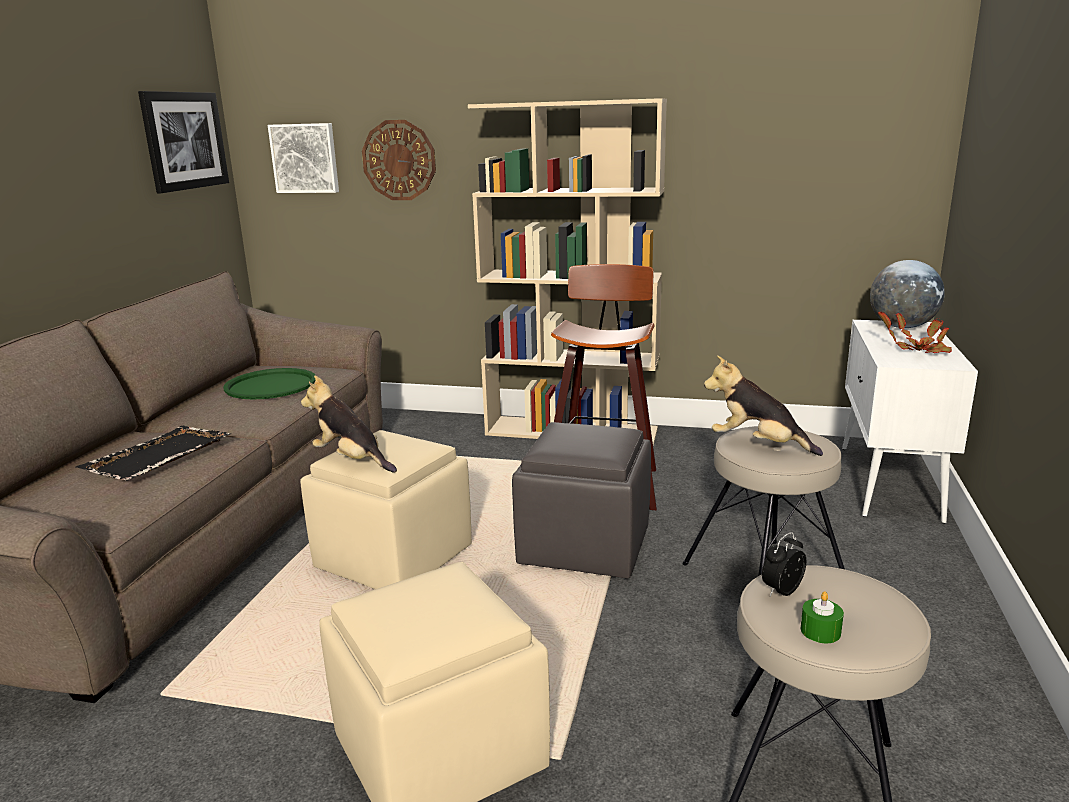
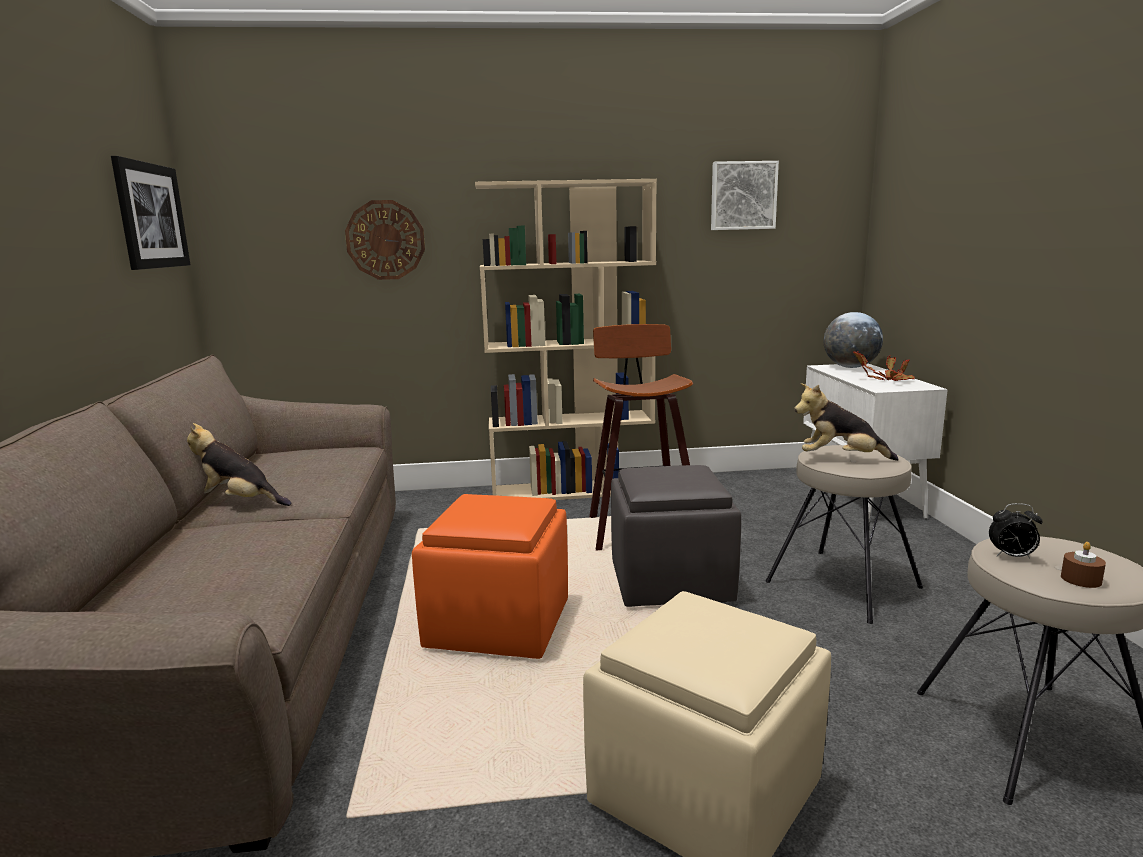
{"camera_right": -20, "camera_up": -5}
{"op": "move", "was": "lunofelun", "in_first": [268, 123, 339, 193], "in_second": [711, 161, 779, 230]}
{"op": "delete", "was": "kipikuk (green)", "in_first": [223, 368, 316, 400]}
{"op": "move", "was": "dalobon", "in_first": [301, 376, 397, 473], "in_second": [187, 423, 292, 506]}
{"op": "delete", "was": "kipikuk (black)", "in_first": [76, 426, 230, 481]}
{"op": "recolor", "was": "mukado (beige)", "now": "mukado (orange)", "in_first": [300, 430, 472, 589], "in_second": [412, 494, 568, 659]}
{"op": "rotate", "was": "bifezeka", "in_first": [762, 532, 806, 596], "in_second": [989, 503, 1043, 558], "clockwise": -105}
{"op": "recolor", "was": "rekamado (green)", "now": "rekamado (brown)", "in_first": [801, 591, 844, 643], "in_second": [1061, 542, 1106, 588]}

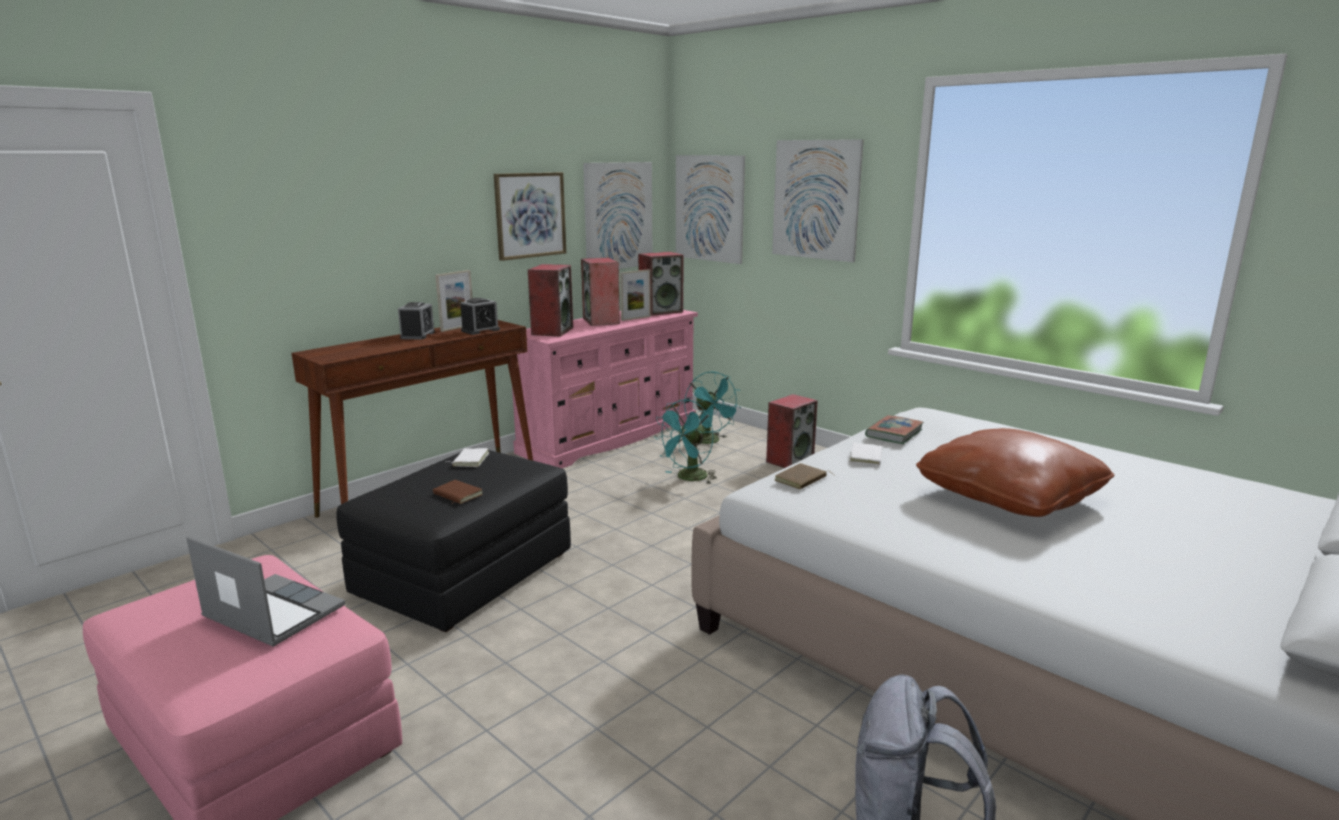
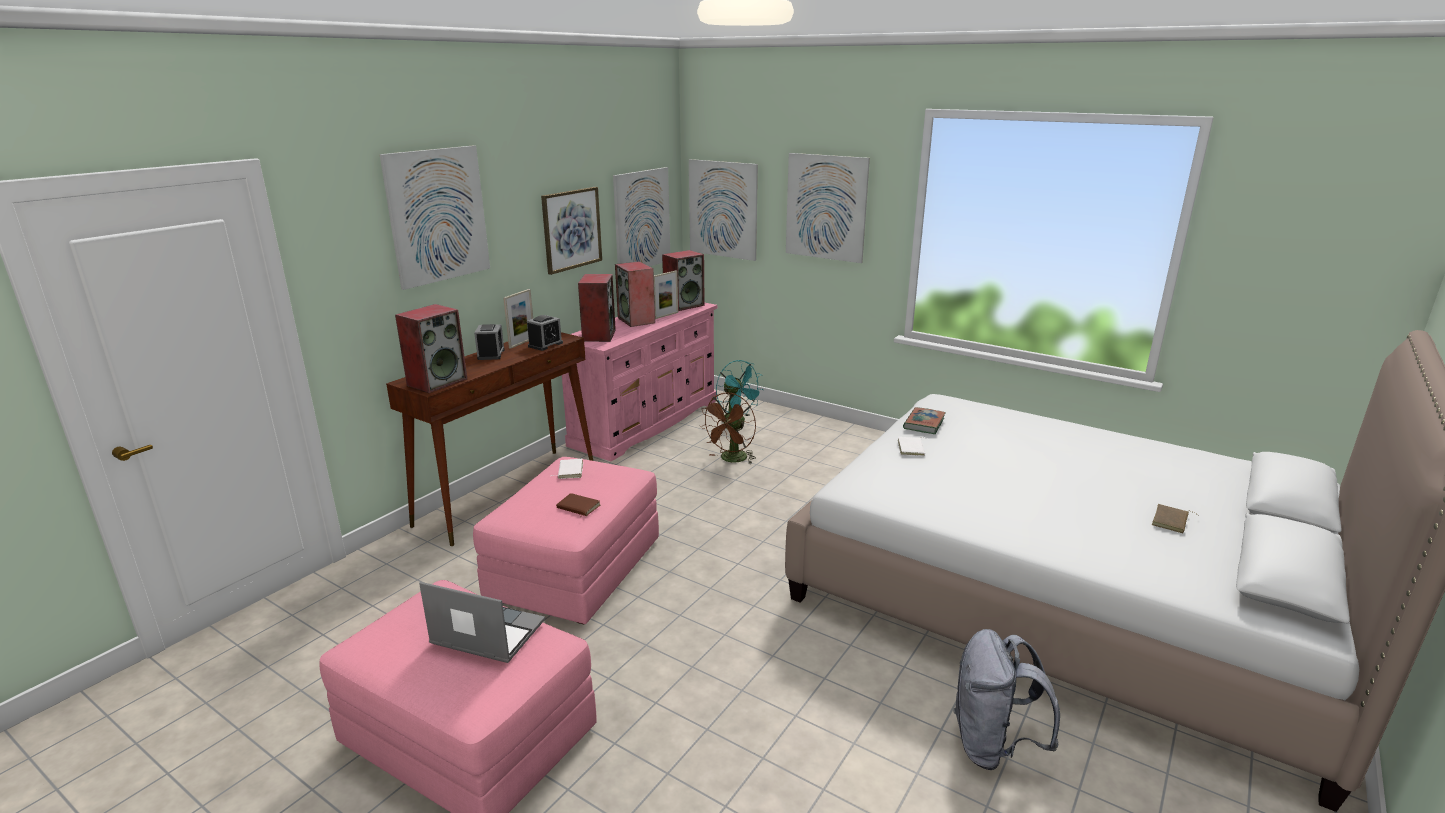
{"camera_right": -10, "camera_up": 5}
{"op": "move", "was": "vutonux", "in_first": [766, 394, 818, 468], "in_second": [395, 304, 467, 393]}
{"op": "recolor", "was": "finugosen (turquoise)", "now": "finugosen (brown)", "in_first": [654, 399, 717, 483], "in_second": [700, 392, 756, 464]}
{"op": "delete", "was": "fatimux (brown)", "in_first": [916, 428, 1115, 517]}
{"op": "recolor", "was": "mukado (black)", "now": "mukado (pink)", "in_first": [336, 450, 571, 632], "in_second": [473, 457, 659, 624]}
{"op": "move", "was": "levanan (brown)", "in_first": [775, 463, 835, 489], "in_second": [1152, 504, 1199, 533]}
{"op": "insert", "now": "lunofelun", "in_second": [380, 145, 490, 290]}

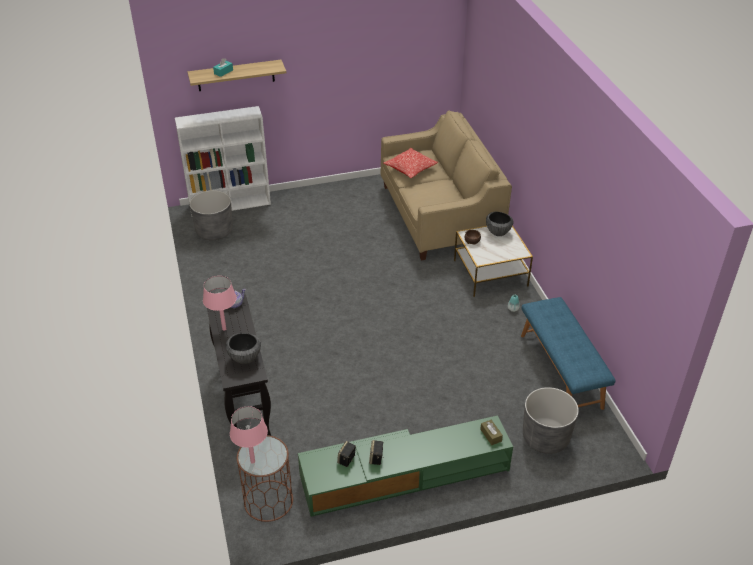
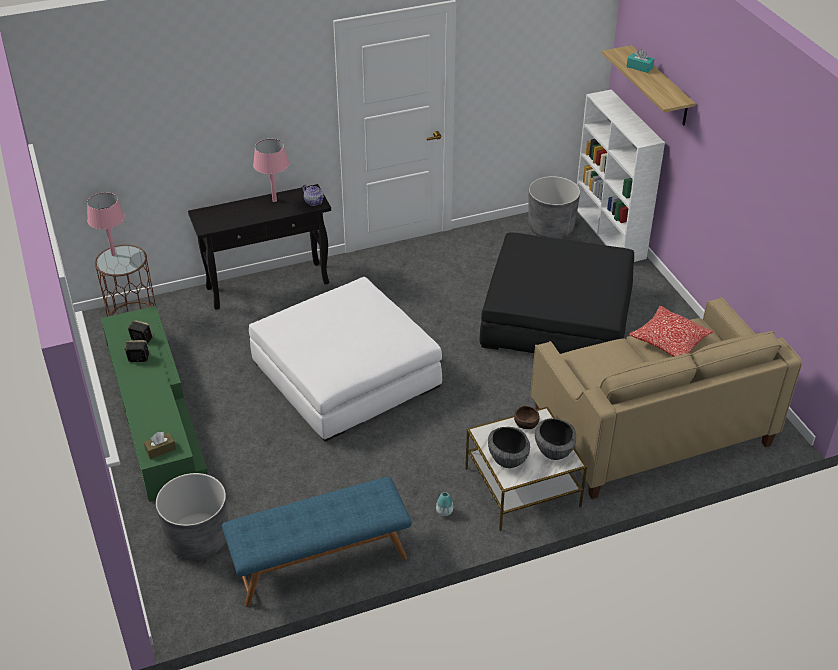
{"camera_right": 85, "camera_up": 0}
{"op": "move", "was": "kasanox", "in_first": [226, 333, 261, 364], "in_second": [488, 427, 530, 468]}
{"op": "insert", "now": "mukado (black)", "in_second": [480, 233, 634, 354]}
{"op": "insert", "now": "mukado (white)", "in_second": [249, 277, 442, 442]}

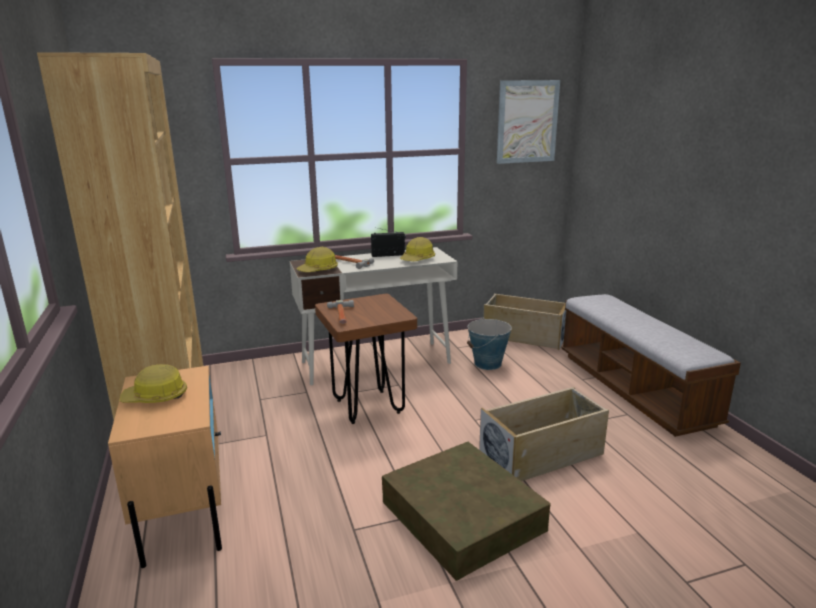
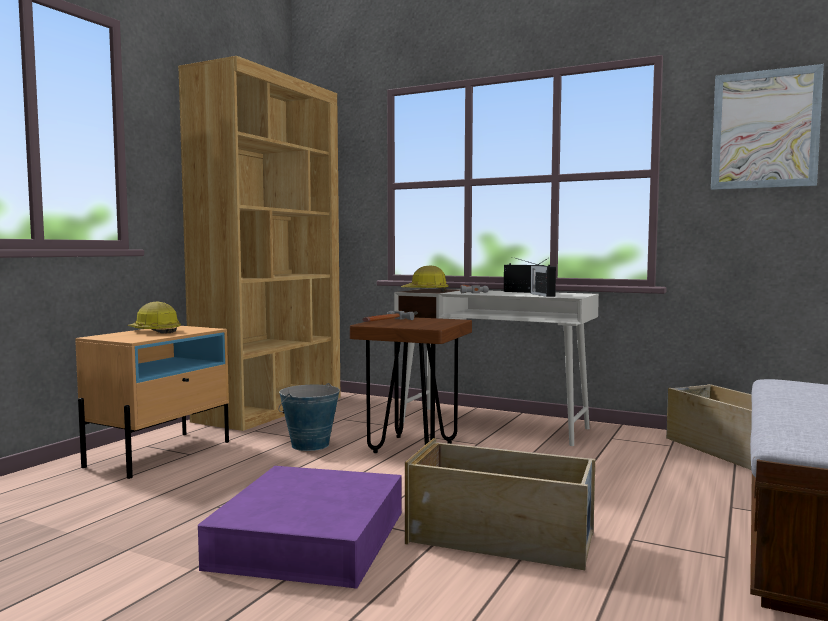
{"camera_right": 45, "camera_up": -15}
{"op": "replace", "was": "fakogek", "now": "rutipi", "in_first": [400, 237, 435, 261], "in_second": [531, 259, 556, 297]}
{"op": "move", "was": "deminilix", "in_first": [467, 317, 512, 370], "in_second": [278, 383, 340, 451]}
{"op": "recolor", "was": "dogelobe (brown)", "now": "dogelobe (purple)", "in_first": [382, 442, 551, 581], "in_second": [198, 466, 402, 589]}

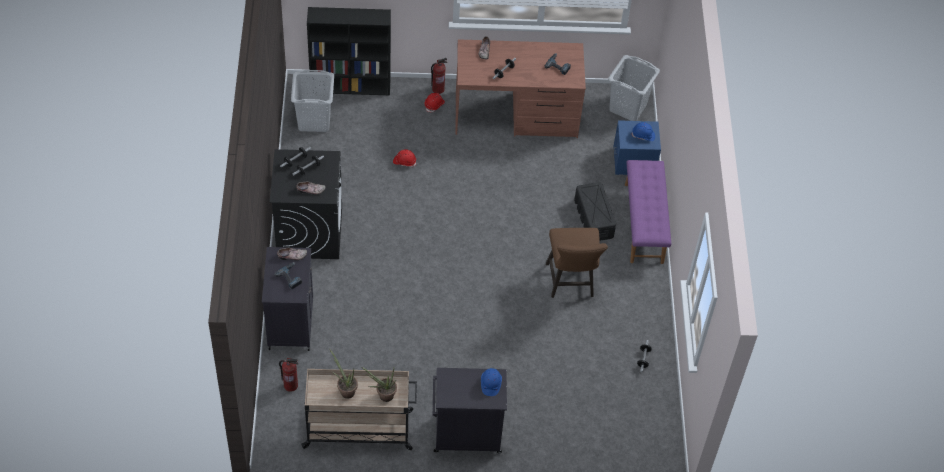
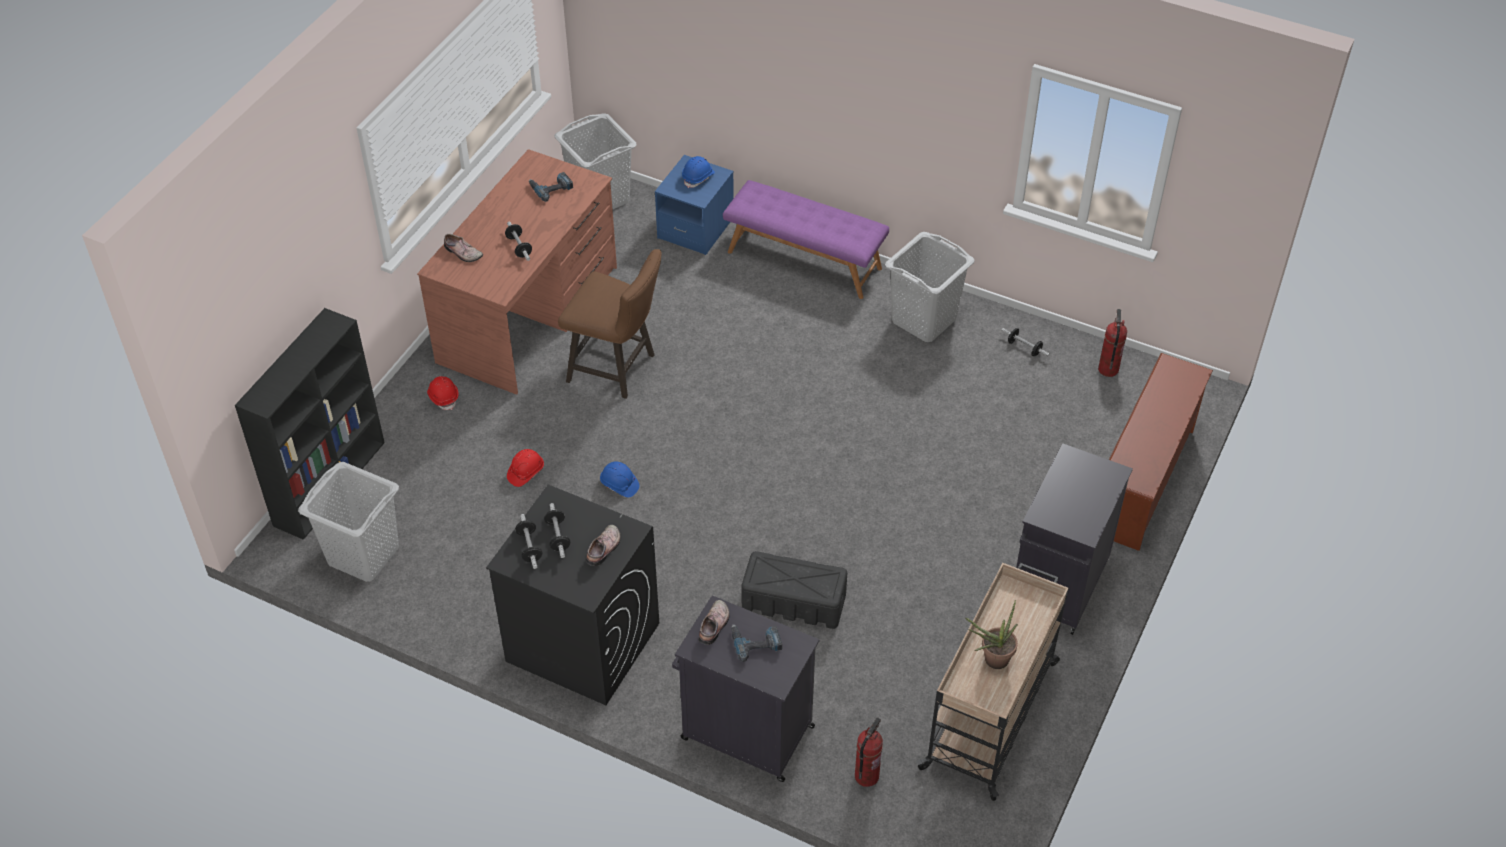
{"camera_right": -60, "camera_up": -5}
{"op": "move", "was": "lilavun", "in_first": [431, 58, 447, 94], "in_second": [1098, 309, 1127, 377]}
{"op": "move", "was": "dogelobe (black)", "in_first": [574, 182, 616, 241], "in_second": [741, 551, 847, 629]}
{"op": "move", "was": "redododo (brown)", "in_first": [546, 228, 608, 298], "in_second": [558, 249, 662, 399]}
{"op": "delete", "was": "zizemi", "in_first": [361, 367, 397, 402]}
{"op": "move", "was": "fakogek (blue)", "in_first": [481, 368, 502, 396], "in_second": [600, 461, 639, 497]}
{"op": "insert", "now": "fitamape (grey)", "in_second": [885, 232, 975, 342]}
{"op": "insert", "now": "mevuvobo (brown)", "in_second": [1109, 353, 1213, 551]}

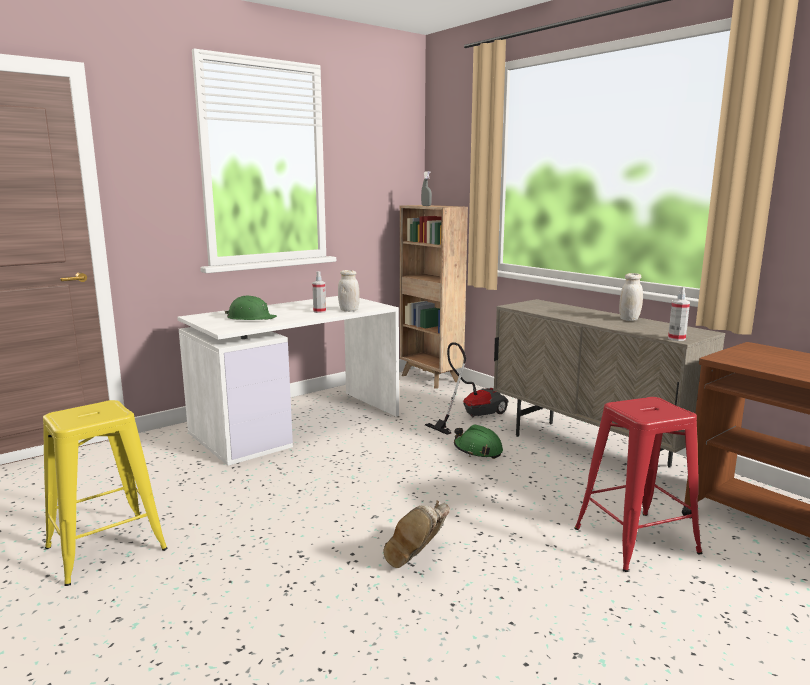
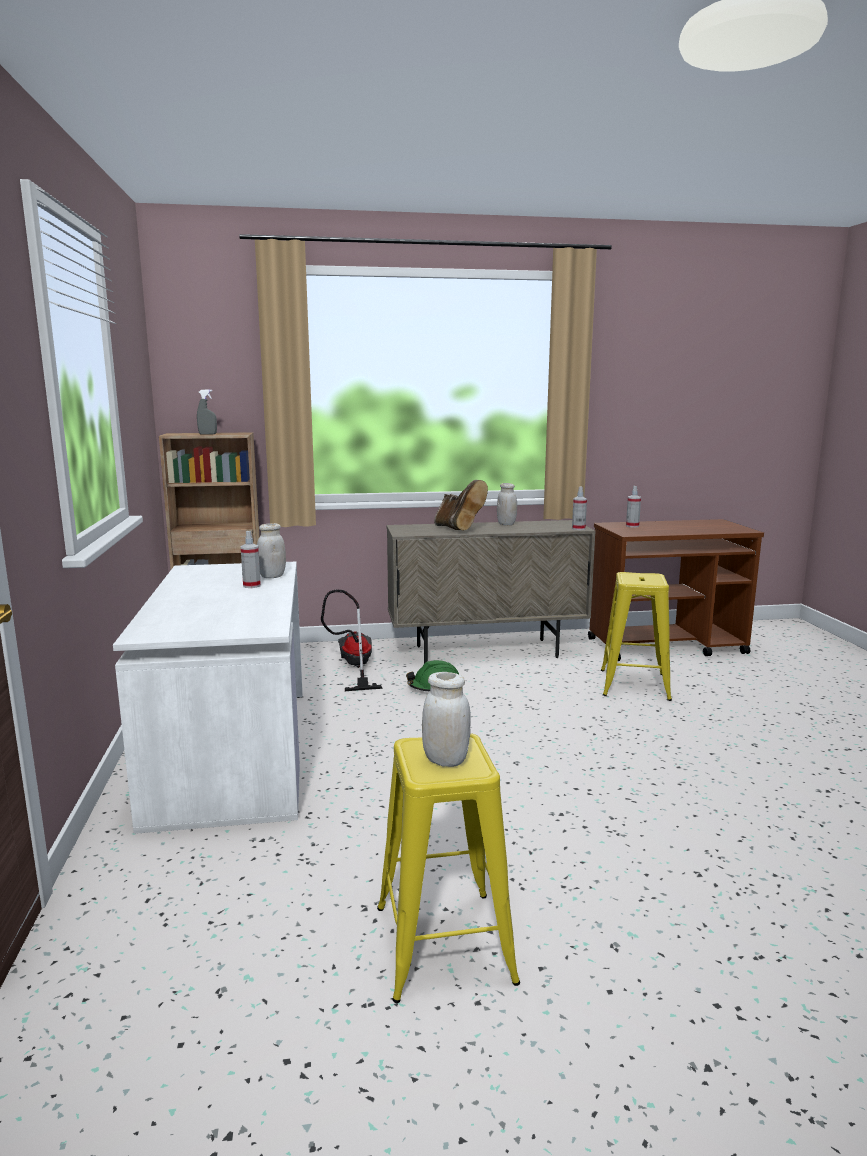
{"camera_right": -60, "camera_up": 0}
{"op": "delete", "was": "fakogek (green)", "in_first": [225, 296, 277, 320]}
{"op": "recolor", "was": "redododo (red)", "now": "redododo (yellow)", "in_first": [574, 397, 702, 572], "in_second": [601, 572, 672, 701]}
{"op": "move", "was": "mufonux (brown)", "in_first": [384, 501, 450, 568], "in_second": [434, 480, 488, 531]}
{"op": "insert", "now": "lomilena", "in_second": [626, 486, 641, 527]}
{"op": "insert", "now": "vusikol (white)", "in_second": [422, 672, 471, 767]}

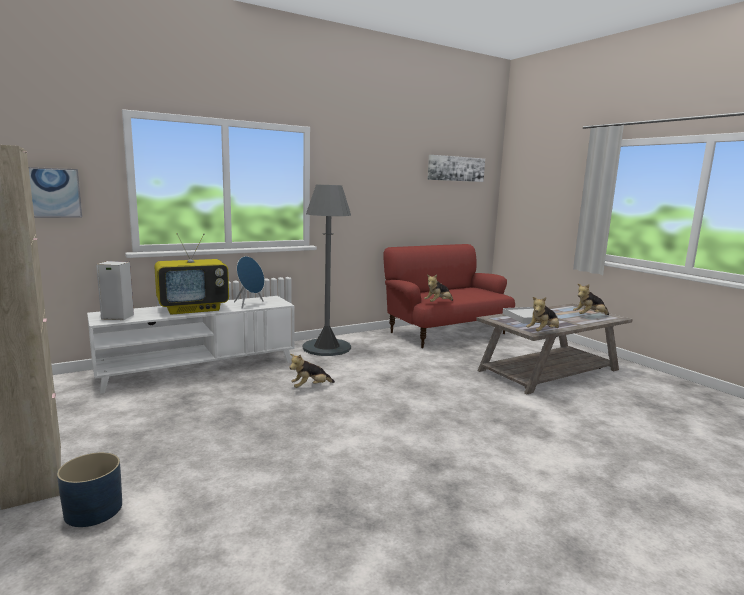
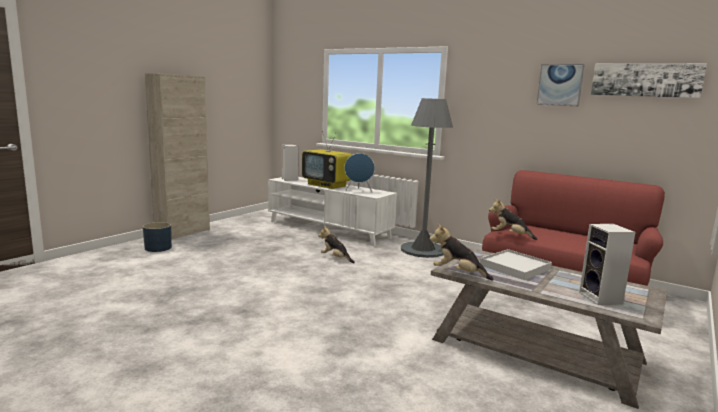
{"camera_right": 65, "camera_up": 0}
{"op": "move", "was": "lunofelun", "in_first": [29, 167, 82, 218], "in_second": [537, 64, 585, 106]}
{"op": "replace", "was": "dalobon", "now": "vutonux", "in_first": [573, 284, 609, 315], "in_second": [579, 224, 635, 305]}

